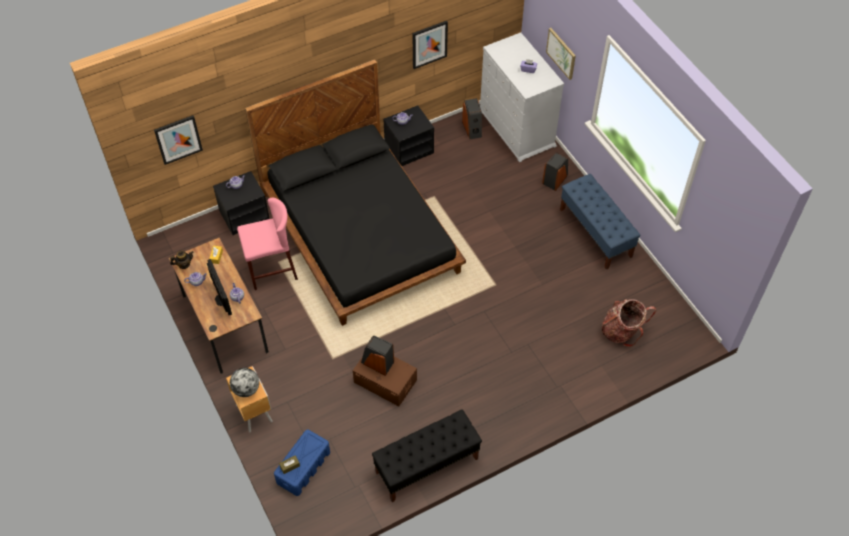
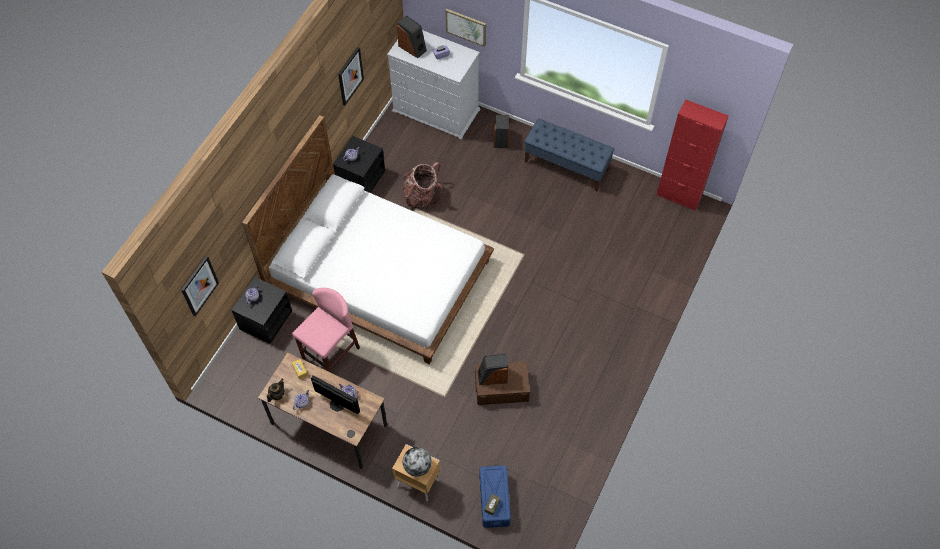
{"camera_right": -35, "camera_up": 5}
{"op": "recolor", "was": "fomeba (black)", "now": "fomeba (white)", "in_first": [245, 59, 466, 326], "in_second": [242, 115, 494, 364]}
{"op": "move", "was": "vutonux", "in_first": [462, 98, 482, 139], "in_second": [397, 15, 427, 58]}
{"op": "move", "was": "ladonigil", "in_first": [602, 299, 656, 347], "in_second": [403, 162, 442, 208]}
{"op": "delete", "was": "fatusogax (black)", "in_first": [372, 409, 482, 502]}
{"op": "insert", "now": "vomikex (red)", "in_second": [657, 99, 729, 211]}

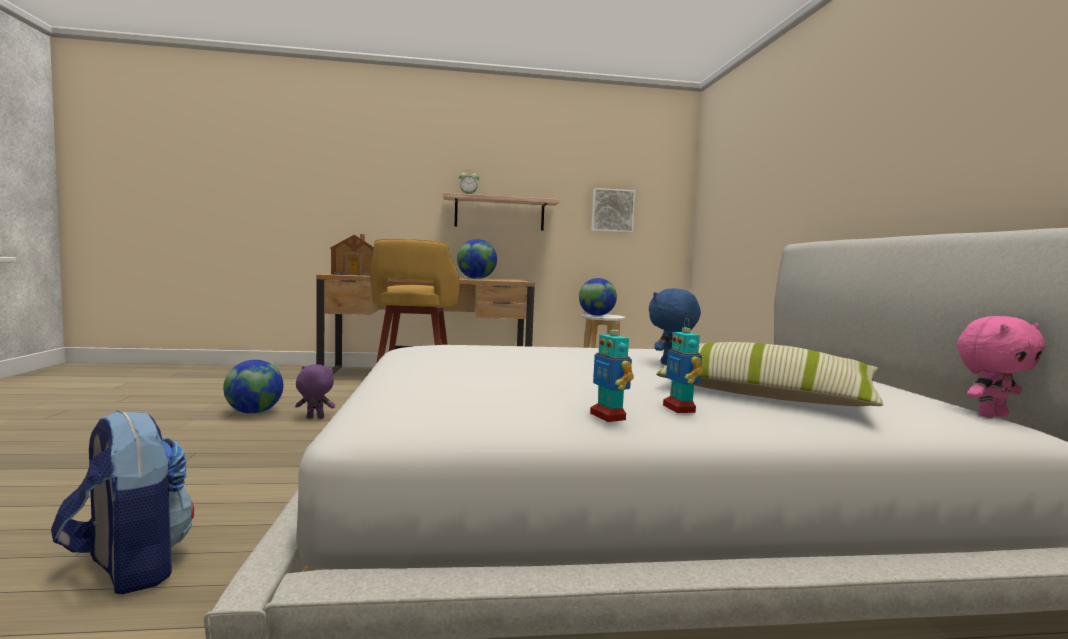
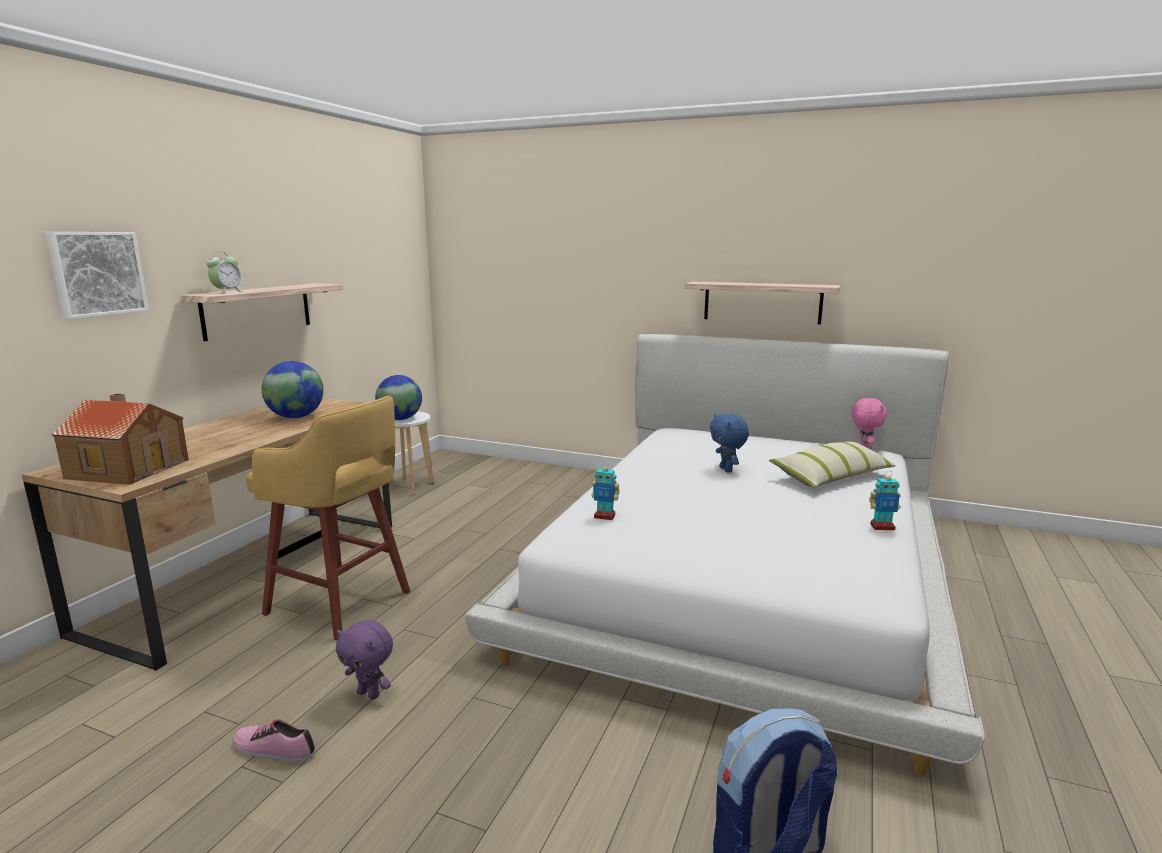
{"camera_right": -60, "camera_up": 10}
{"op": "move", "was": "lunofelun", "in_first": [591, 188, 635, 233], "in_second": [45, 232, 149, 319]}
{"op": "move", "was": "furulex", "in_first": [663, 318, 703, 413], "in_second": [591, 462, 620, 520]}
{"op": "replace", "was": "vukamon", "now": "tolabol", "in_first": [223, 360, 283, 414], "in_second": [233, 719, 315, 762]}
{"op": "rotate", "was": "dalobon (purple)", "in_first": [295, 364, 335, 419], "in_second": [336, 620, 393, 700], "clockwise": -90}
{"op": "insert", "now": "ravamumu", "in_second": [685, 282, 840, 324]}

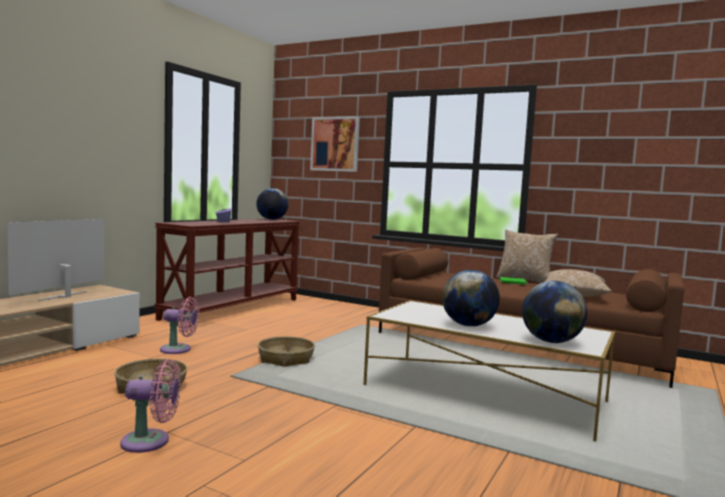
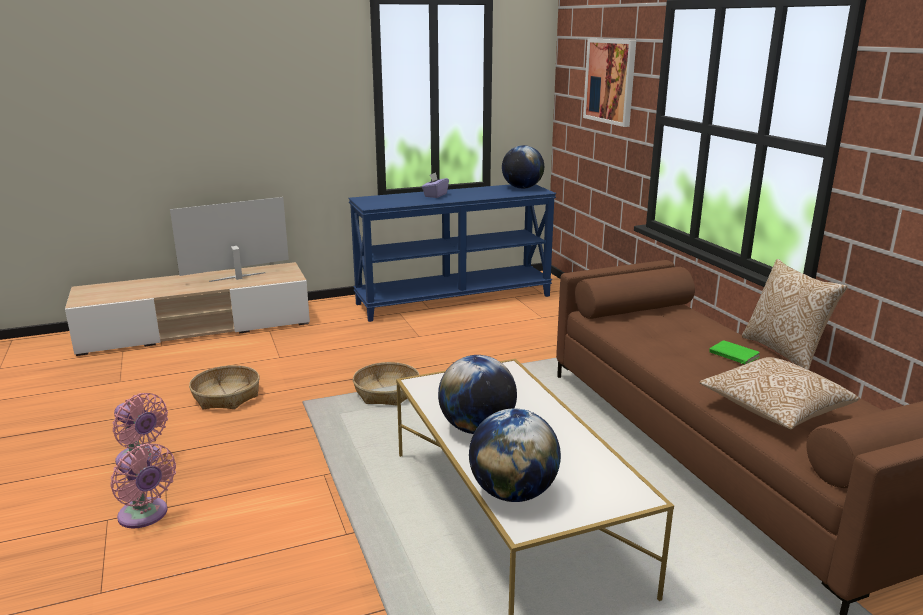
{"camera_right": 40, "camera_up": 15}
{"op": "recolor", "was": "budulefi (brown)", "now": "budulefi (blue)", "in_first": [154, 219, 300, 327], "in_second": [348, 184, 556, 322]}
{"op": "move", "was": "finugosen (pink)", "in_first": [160, 297, 199, 354], "in_second": [110, 443, 176, 528]}

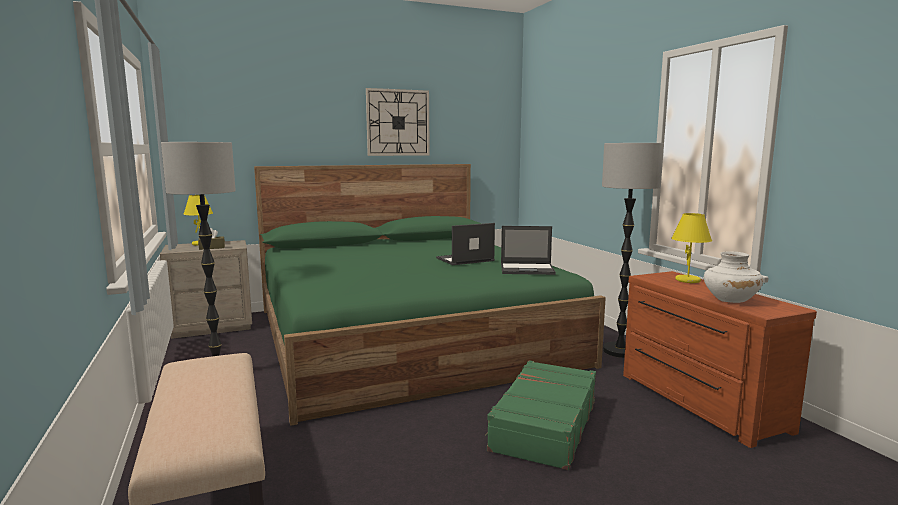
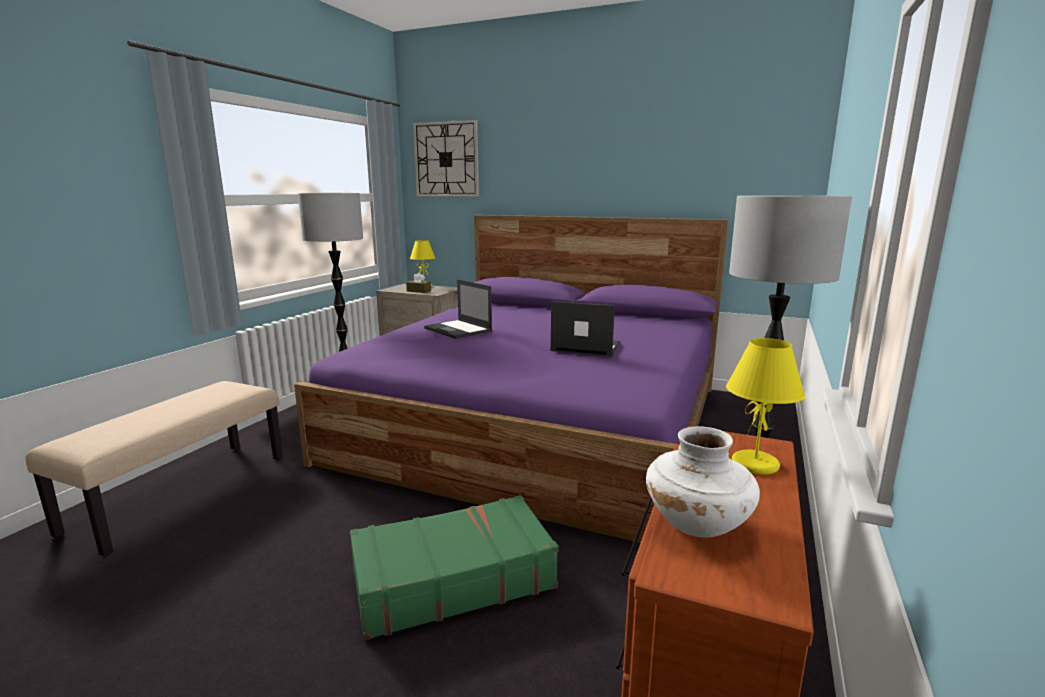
{"camera_right": 45, "camera_up": 5}
{"op": "move", "was": "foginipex", "in_first": [366, 88, 430, 156], "in_second": [413, 120, 479, 197]}
{"op": "recolor", "was": "fomeba (green)", "now": "fomeba (purple)", "in_first": [254, 164, 606, 426], "in_second": [294, 215, 728, 543]}
{"op": "move", "was": "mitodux", "in_first": [501, 226, 556, 275], "in_second": [424, 280, 492, 339]}

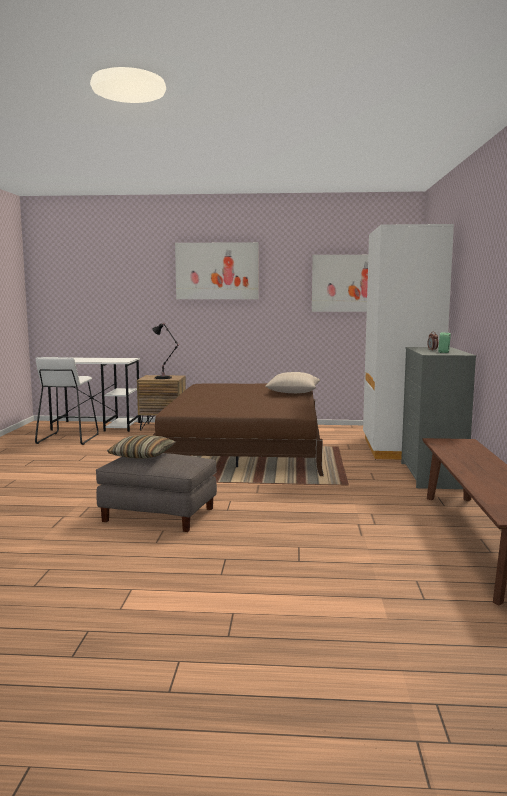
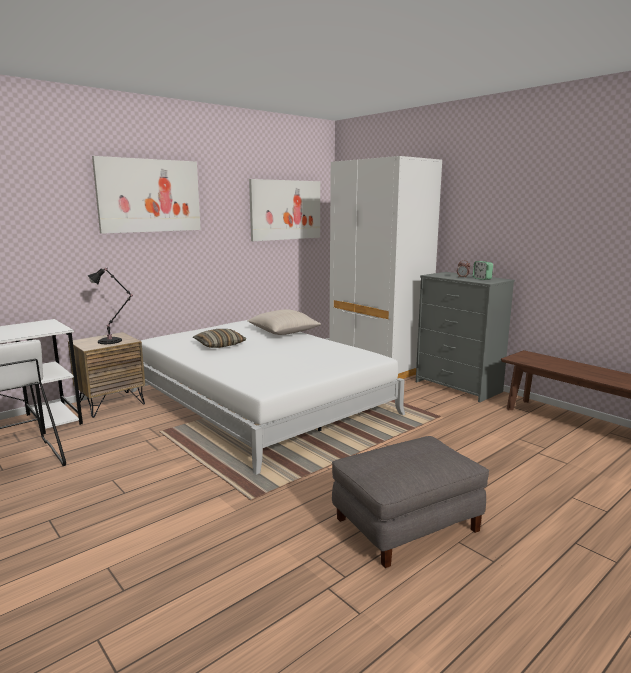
{"camera_right": -45, "camera_up": 5}
{"op": "recolor", "was": "fomeba (brown)", "now": "fomeba (white)", "in_first": [153, 383, 324, 476], "in_second": [131, 320, 405, 475]}
{"op": "move", "was": "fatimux", "in_first": [107, 435, 176, 458], "in_second": [193, 329, 246, 348]}

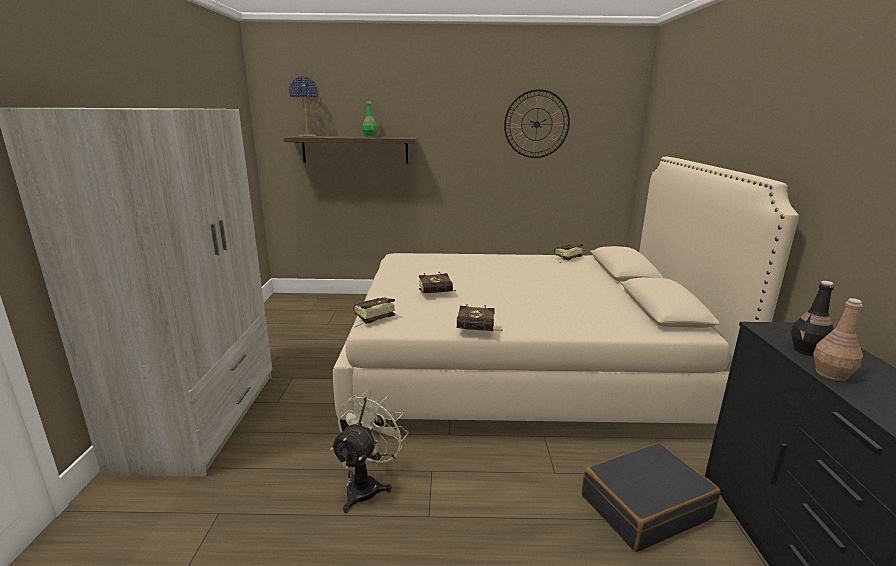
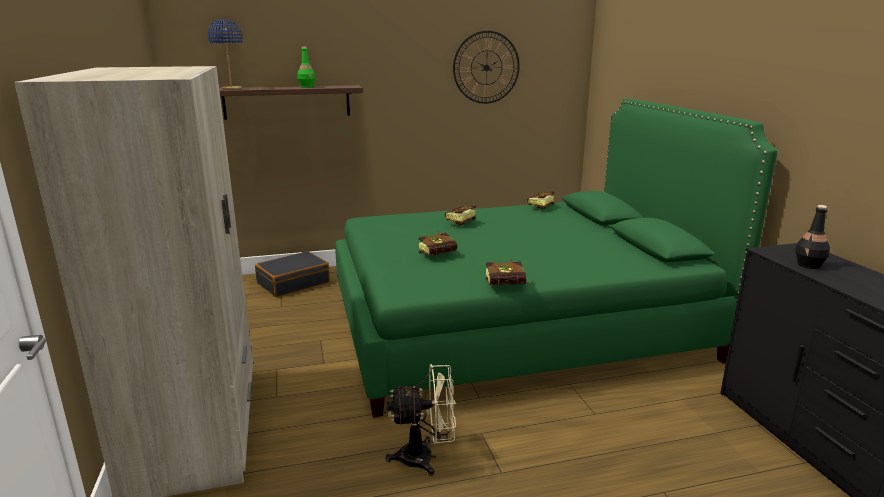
{"camera_right": -15, "camera_up": 0}
{"op": "recolor", "was": "fomeba (beige)", "now": "fomeba (green)", "in_first": [333, 157, 799, 431], "in_second": [335, 99, 778, 417]}
{"op": "move", "was": "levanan", "in_first": [354, 297, 395, 327], "in_second": [445, 205, 476, 229]}
{"op": "delete", "was": "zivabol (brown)", "in_first": [813, 298, 863, 381]}
{"op": "rotate", "was": "finugosen (beige)", "in_first": [330, 390, 409, 513], "in_second": [385, 364, 456, 476], "clockwise": 75}
{"op": "move", "was": "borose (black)", "in_first": [582, 442, 721, 552], "in_second": [255, 251, 330, 297]}

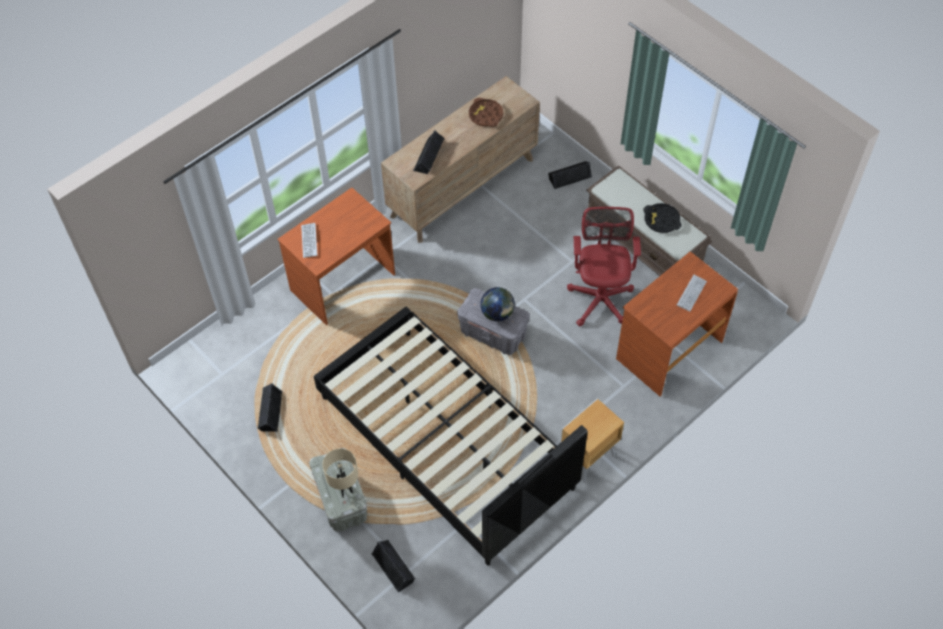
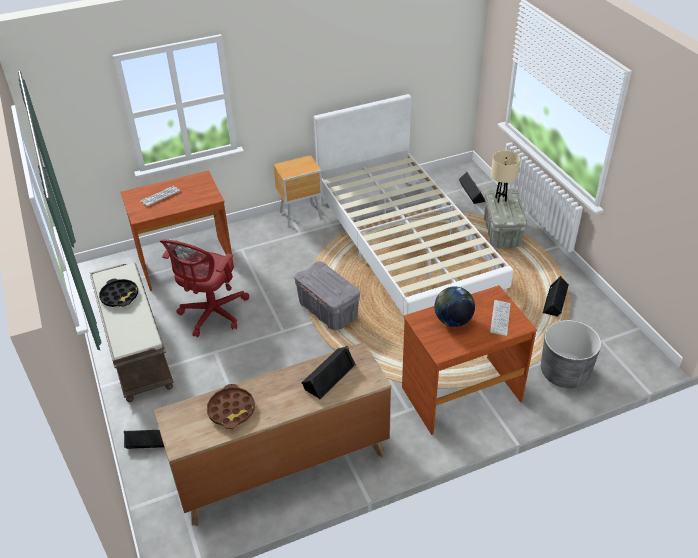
{"camera_right": -160, "camera_up": -15}
{"op": "move", "was": "vukamon", "in_first": [480, 287, 515, 322], "in_second": [435, 287, 475, 327]}
{"op": "recolor", "was": "fomeba (black)", "now": "fomeba (white)", "in_first": [314, 307, 588, 566], "in_second": [314, 94, 513, 315]}
{"op": "insert", "now": "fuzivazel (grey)", "in_second": [541, 320, 601, 388]}

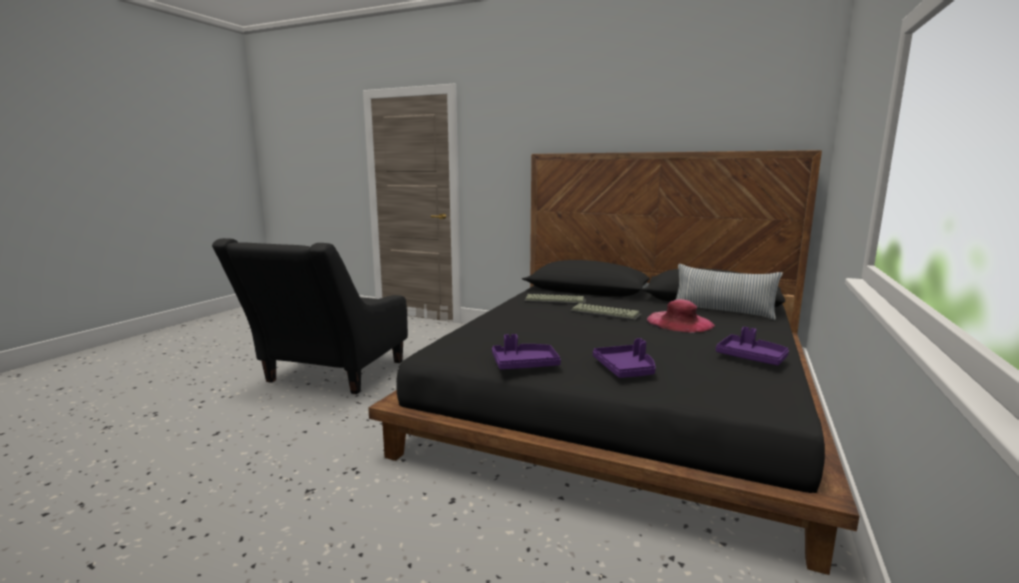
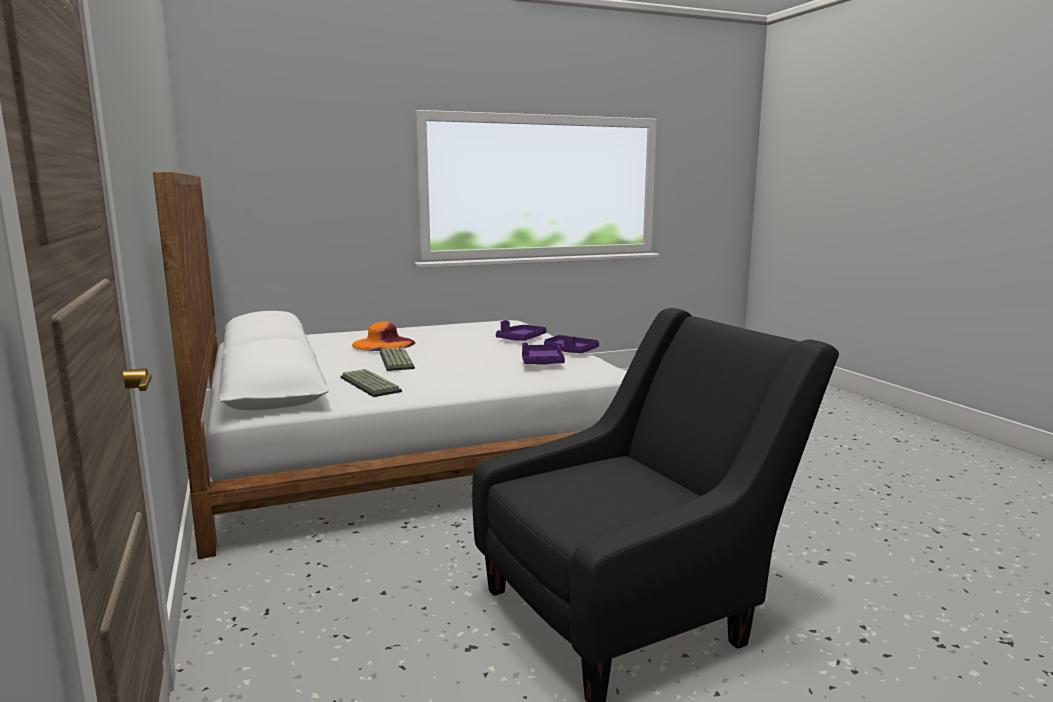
{"camera_right": -135, "camera_up": 0}
{"op": "recolor", "was": "fomeba (black)", "now": "fomeba (white)", "in_first": [368, 150, 859, 575], "in_second": [153, 172, 627, 559]}
{"op": "delete", "was": "fatimux", "in_first": [676, 264, 783, 320]}
{"op": "recolor", "was": "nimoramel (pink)", "now": "nimoramel (orange)", "in_first": [647, 299, 715, 333], "in_second": [352, 321, 415, 351]}
{"op": "move", "was": "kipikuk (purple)", "in_first": [716, 327, 789, 365], "in_second": [522, 342, 565, 365]}

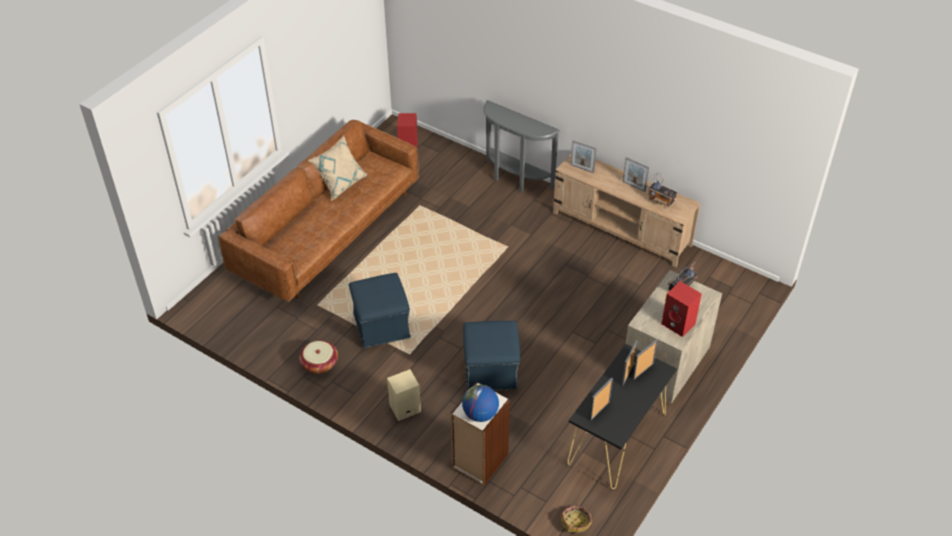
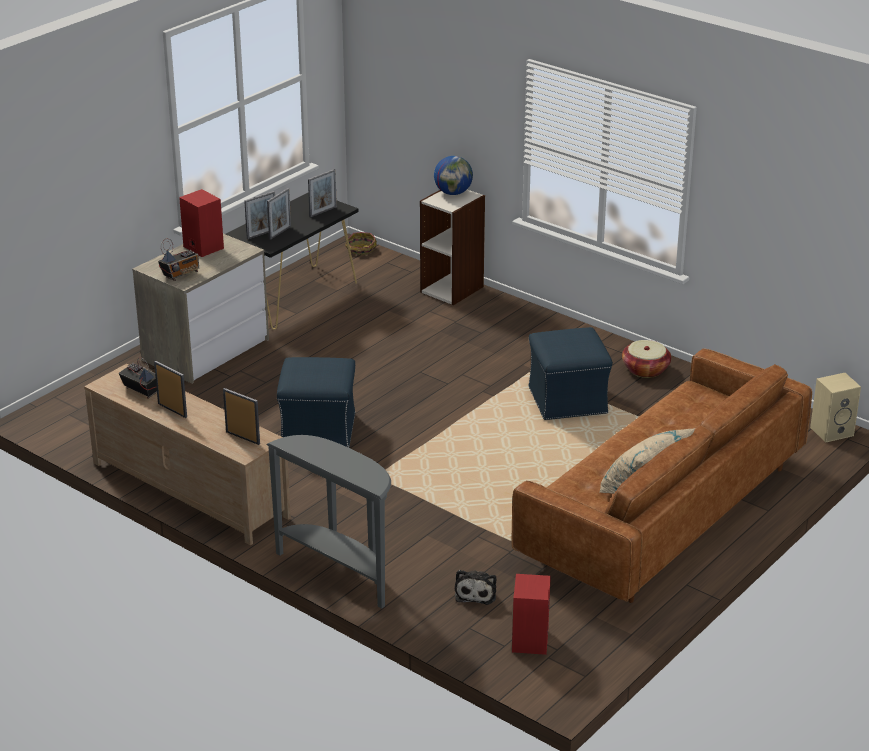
{"camera_right": -175, "camera_up": -15}
{"op": "move", "was": "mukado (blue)", "in_first": [463, 321, 520, 390], "in_second": [277, 357, 356, 448]}
{"op": "move", "was": "vutonux (beige)", "in_first": [387, 369, 421, 421], "in_second": [810, 373, 861, 442]}
{"op": "insert", "now": "dalobon", "in_second": [455, 570, 496, 605]}

